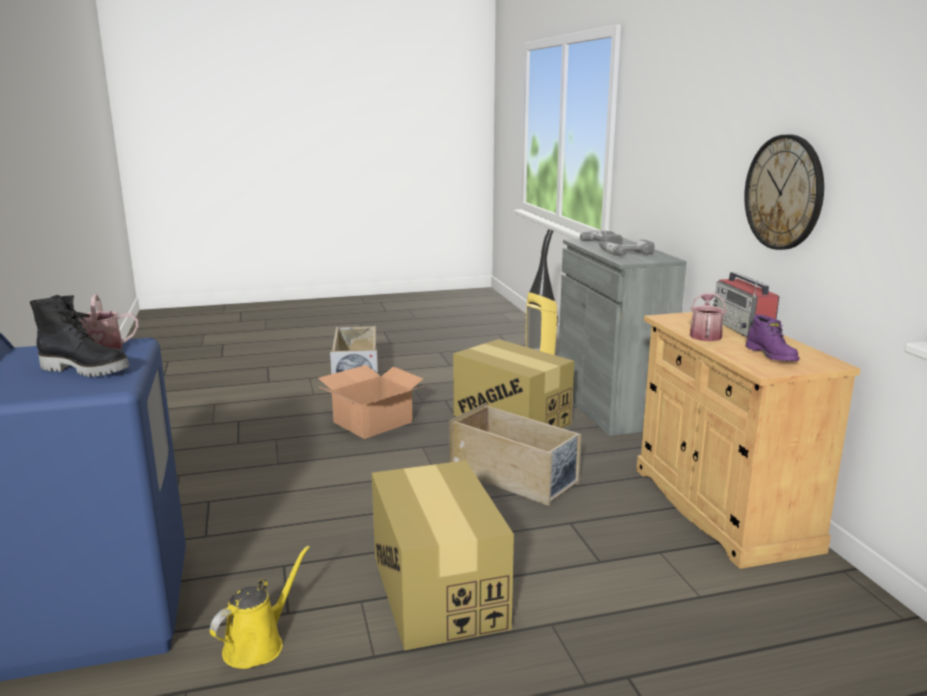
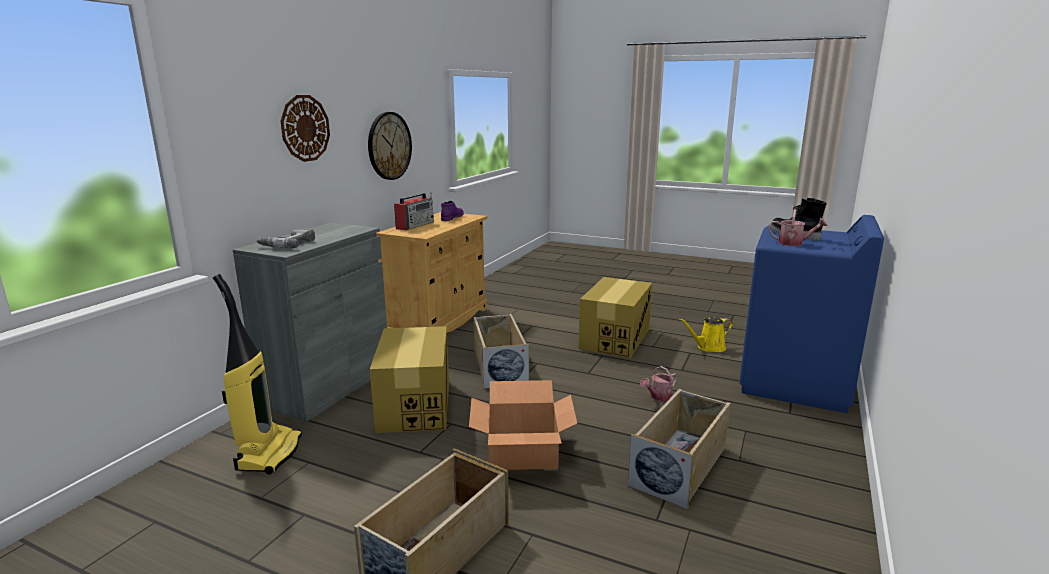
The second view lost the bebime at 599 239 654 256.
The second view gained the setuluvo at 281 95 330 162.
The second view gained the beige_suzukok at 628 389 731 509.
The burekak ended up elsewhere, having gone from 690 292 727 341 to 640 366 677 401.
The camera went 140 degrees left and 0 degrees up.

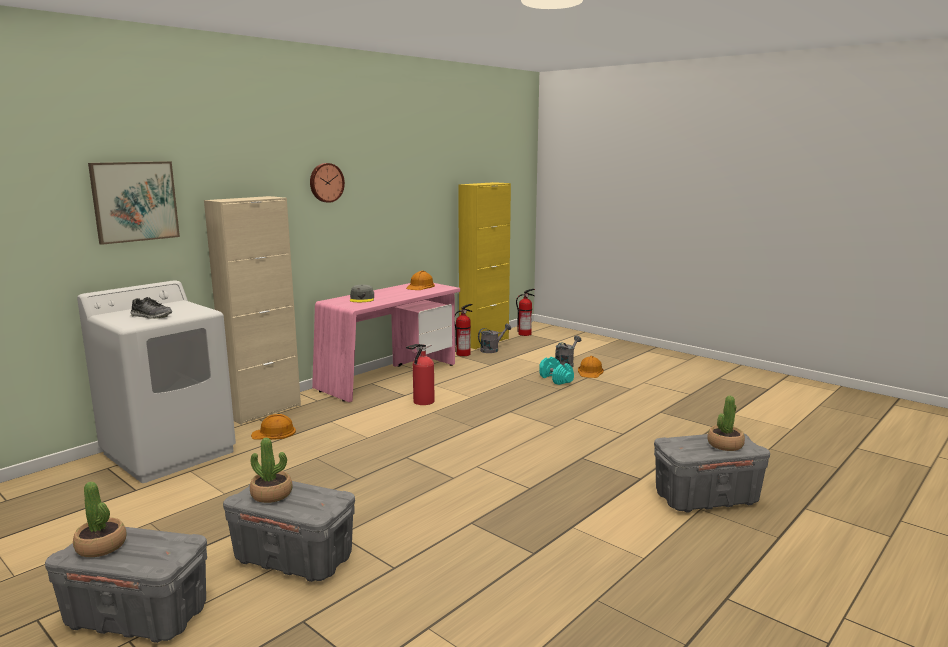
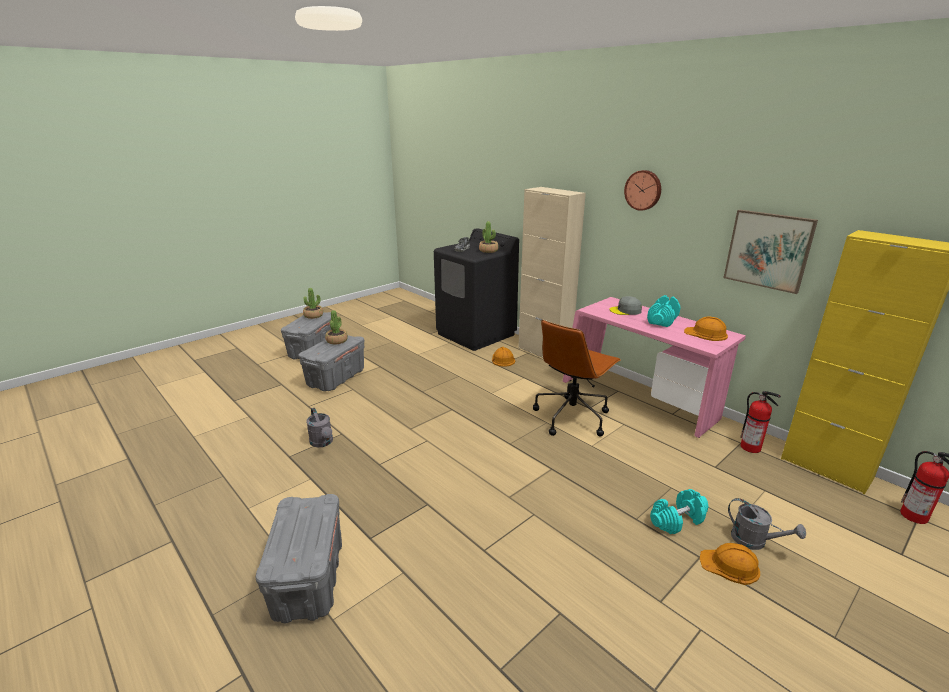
The second view gained the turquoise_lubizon at 647 295 681 327.
The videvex ended up elsewhere, having gone from 88 161 180 245 to 723 210 818 294.
The grey_burekak ended up elsewhere, having gone from 478 323 511 353 to 306 408 333 447.
The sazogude ended up elsewhere, having gone from 707 396 745 451 to 479 221 499 253.
Where the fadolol stood at 406 344 435 405, the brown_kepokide came to stand at 533 320 621 436.
What was the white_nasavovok at 77 280 236 483 turned into the black_nasavovok at 434 228 519 351.
The camera went 95 degrees right and 10 degrees up.

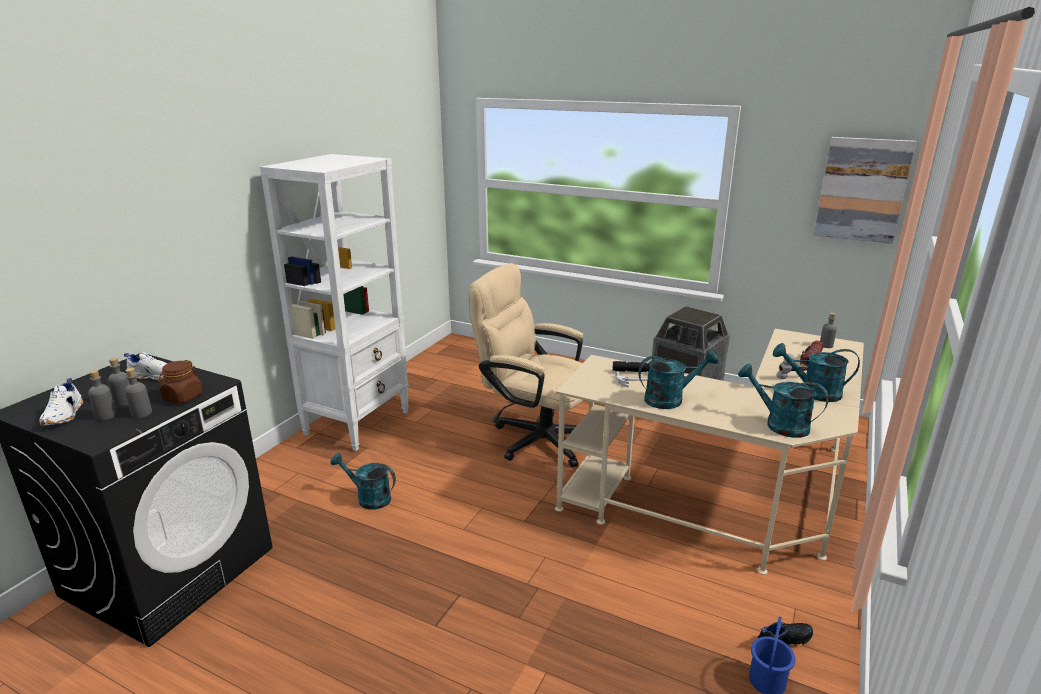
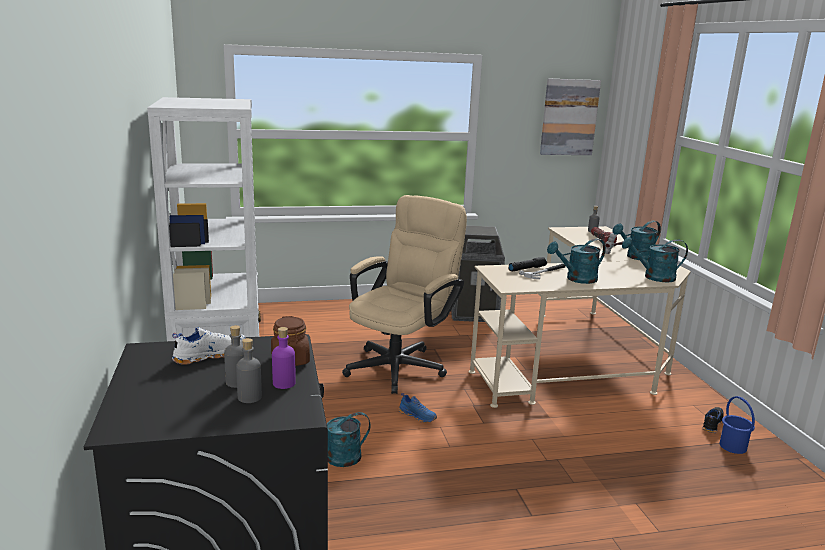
The second view lost the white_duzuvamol at 39 378 83 426.
The second view gained the blue_duzuvamol at 399 393 437 423.
What was the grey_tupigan at 125 368 152 418 turned into the purple_tupigan at 272 327 296 389.
The beige_kepokide at 468 263 583 467 ended up facing another way, 135 degrees clockwise from before.
The turquoise_burekak at 638 350 719 409 ended up facing another way, 150 degrees counterclockwise from before.
The camera went 40 degrees left and 5 degrees down.

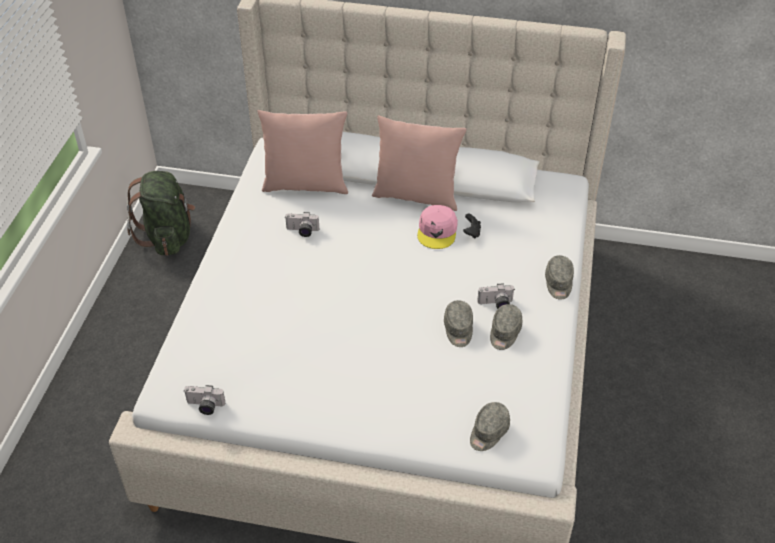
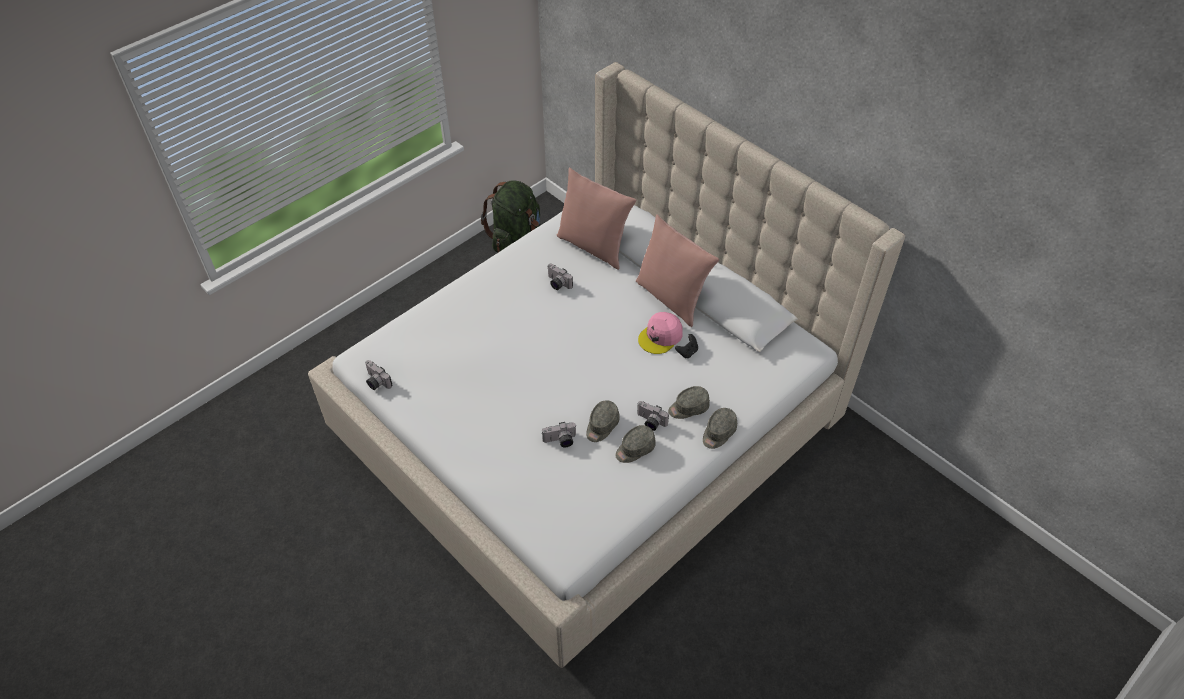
The second view gained the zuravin at 542 422 577 447.
The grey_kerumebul ended up elsewhere, having gone from 470 402 510 451 to 668 386 710 419.
The camera went 35 degrees right and 5 degrees up.

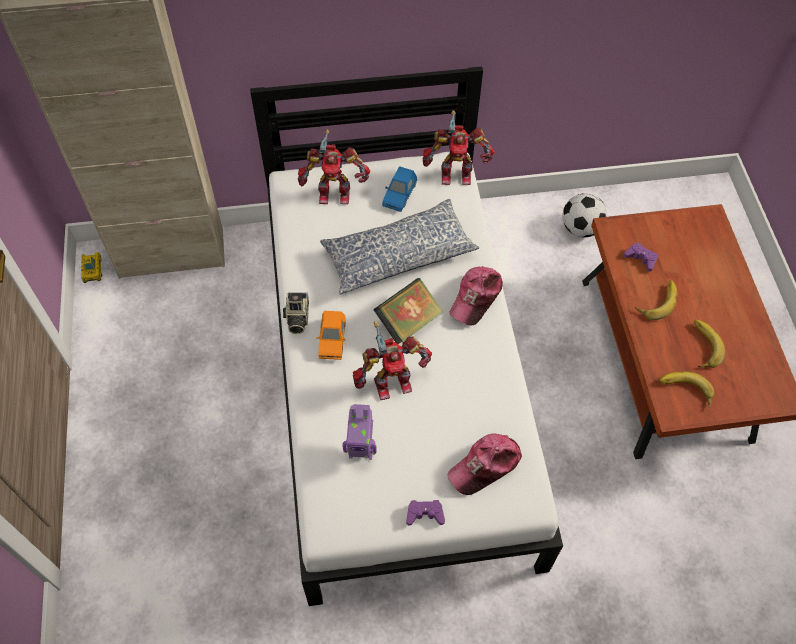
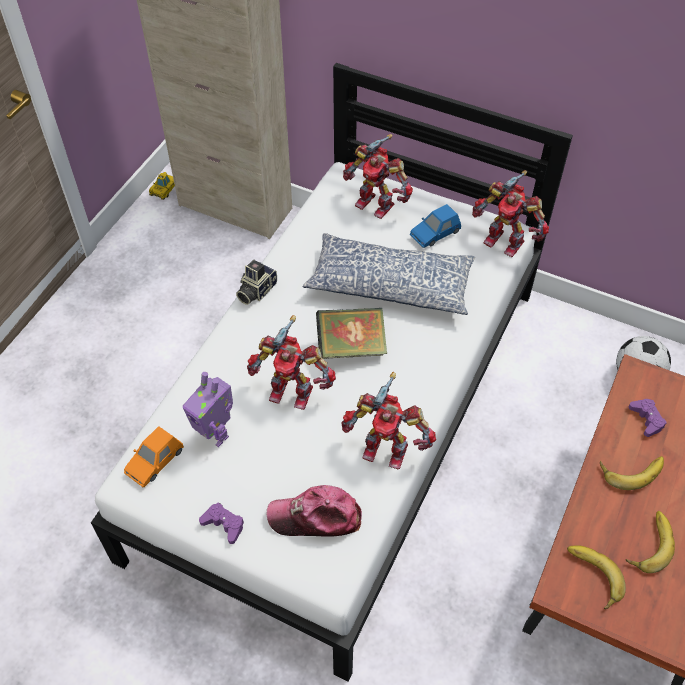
The second view lost the kerumebul at 449 266 503 326.
The second view gained the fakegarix at 342 372 436 470.
The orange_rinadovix ended up elsewhere, having gone from 316 311 346 360 to 124 426 184 487.
The camera went 35 degrees right and 5 degrees down.

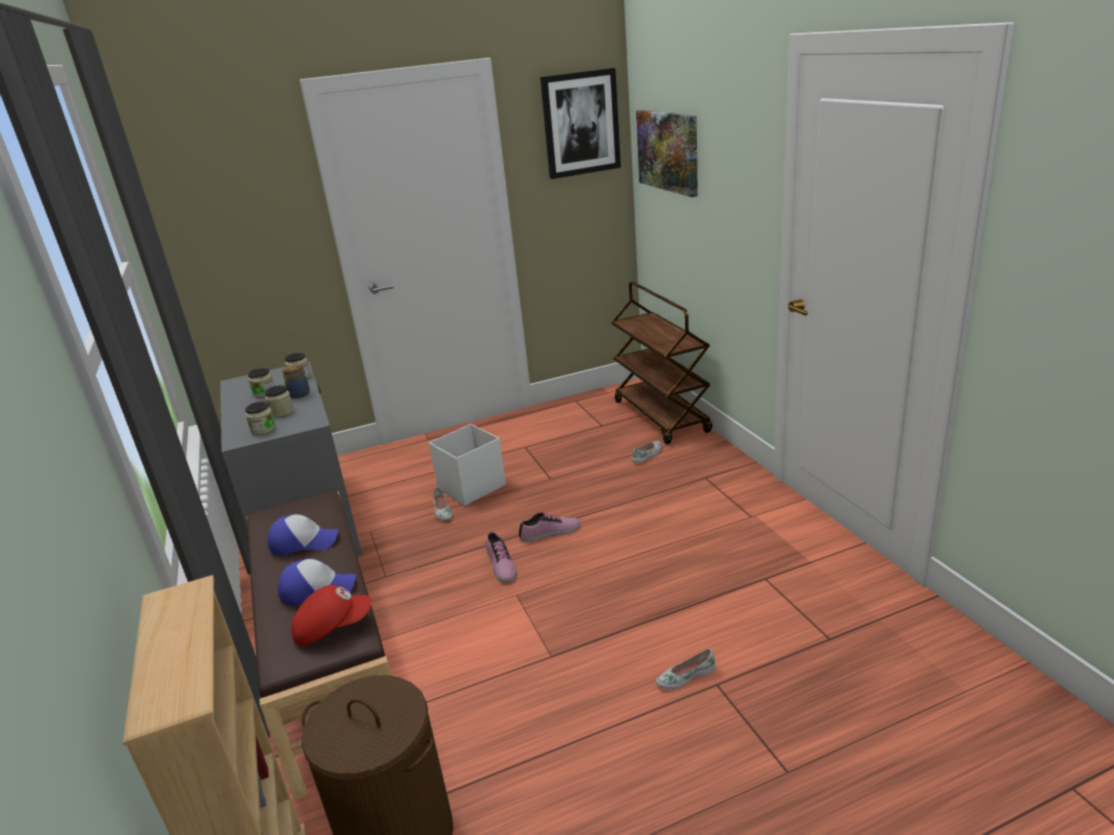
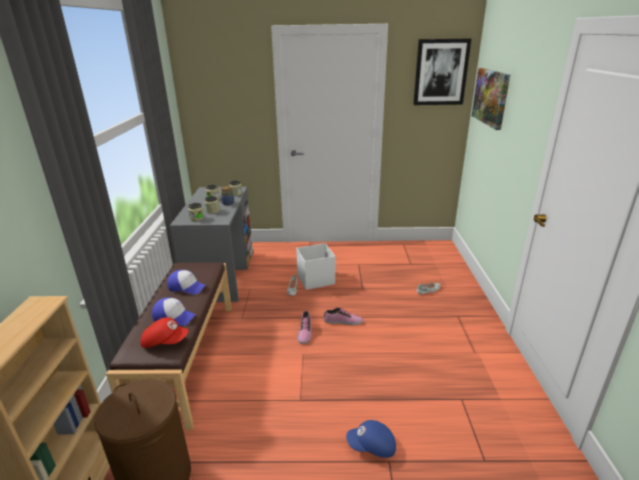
The second view lost the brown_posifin at 611 281 712 444.
Where the white_duzuvamol stood at 656 649 716 690, the blue_kerumebul came to stand at 346 420 396 458.
The camera went 20 degrees right and 0 degrees up.

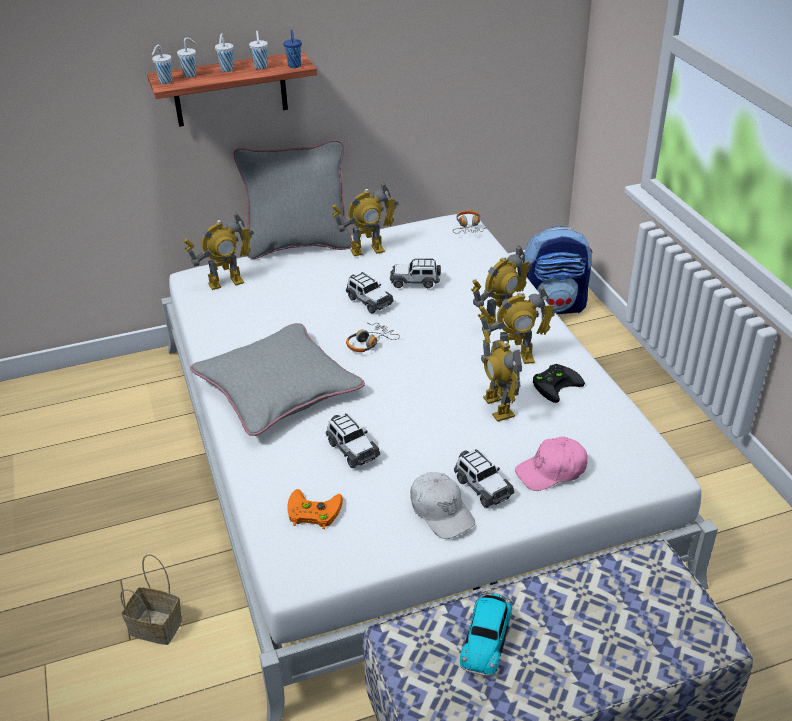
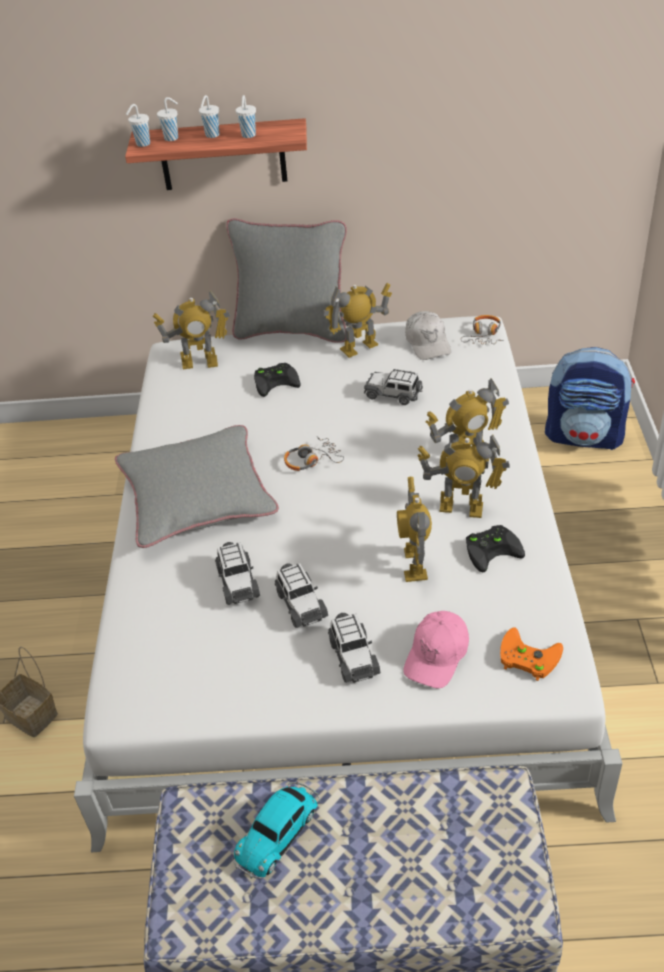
The second view lost the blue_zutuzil at 283 30 302 68.
The second view gained the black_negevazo at 254 363 301 397.
The orange_negevazo ended up elsewhere, having gone from 287 489 343 529 to 500 627 563 681.
The rinadovix ended up elsewhere, having gone from 346 272 394 314 to 275 563 328 628.
The white_kerumebul ended up elsewhere, having gone from 410 472 475 539 to 405 311 451 360.
The fakegarix at 332 182 399 256 ended up facing another way, 150 degrees clockwise from before.
The pink_kerumebul at 515 436 588 491 ended up facing another way, 60 degrees counterclockwise from before.
The camera went 20 degrees right and 5 degrees up.

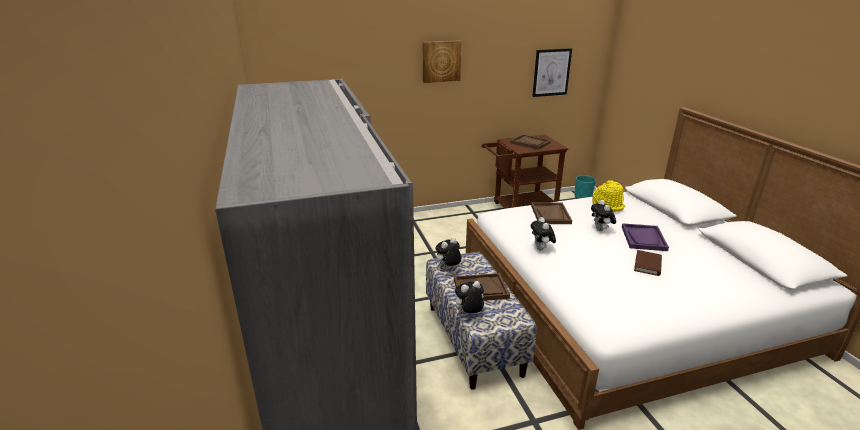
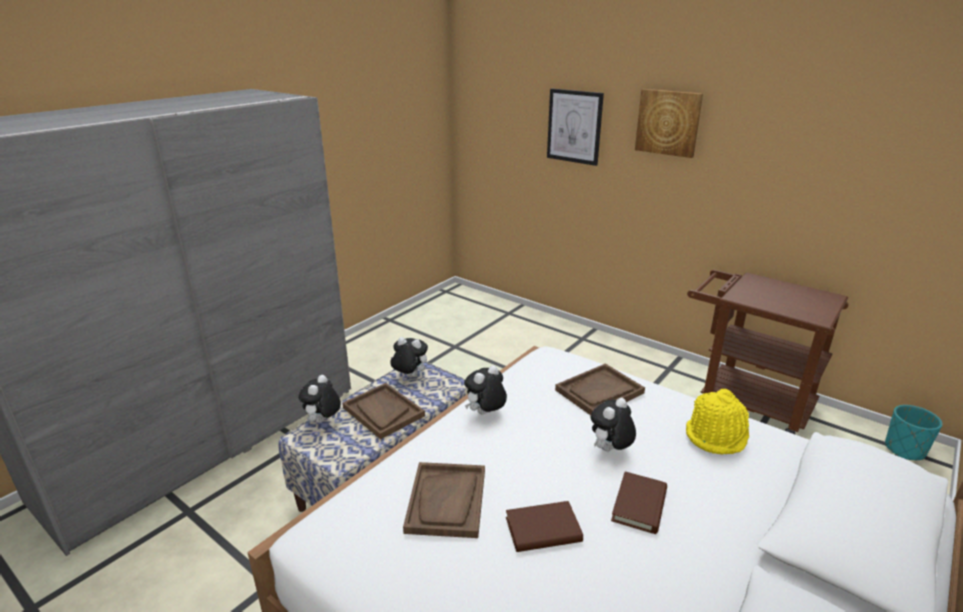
The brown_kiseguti ended up elsewhere, having gone from 510 134 551 150 to 403 462 485 538.
The videvex ended up elsewhere, having gone from 532 48 572 97 to 547 88 604 166.
Where the purple_kiseguti stood at 622 223 669 251, the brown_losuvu came to stand at 611 471 667 534.
The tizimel at 453 281 484 314 ended up facing another way, 105 degrees counterclockwise from before.
The camera went 55 degrees right and 0 degrees up.

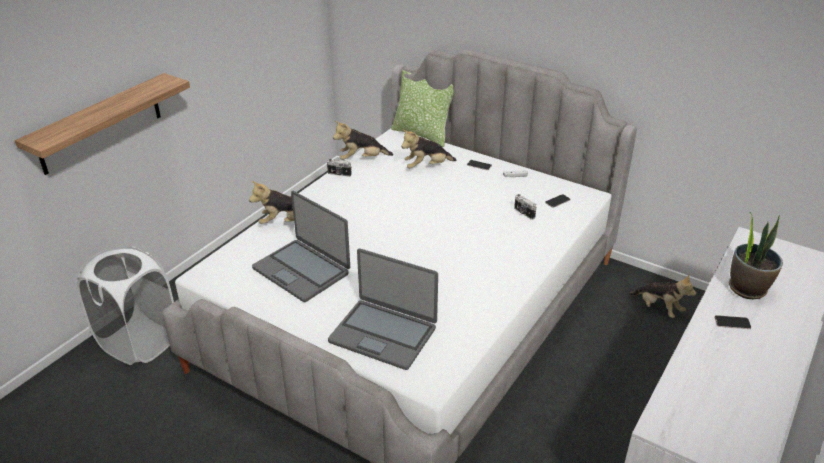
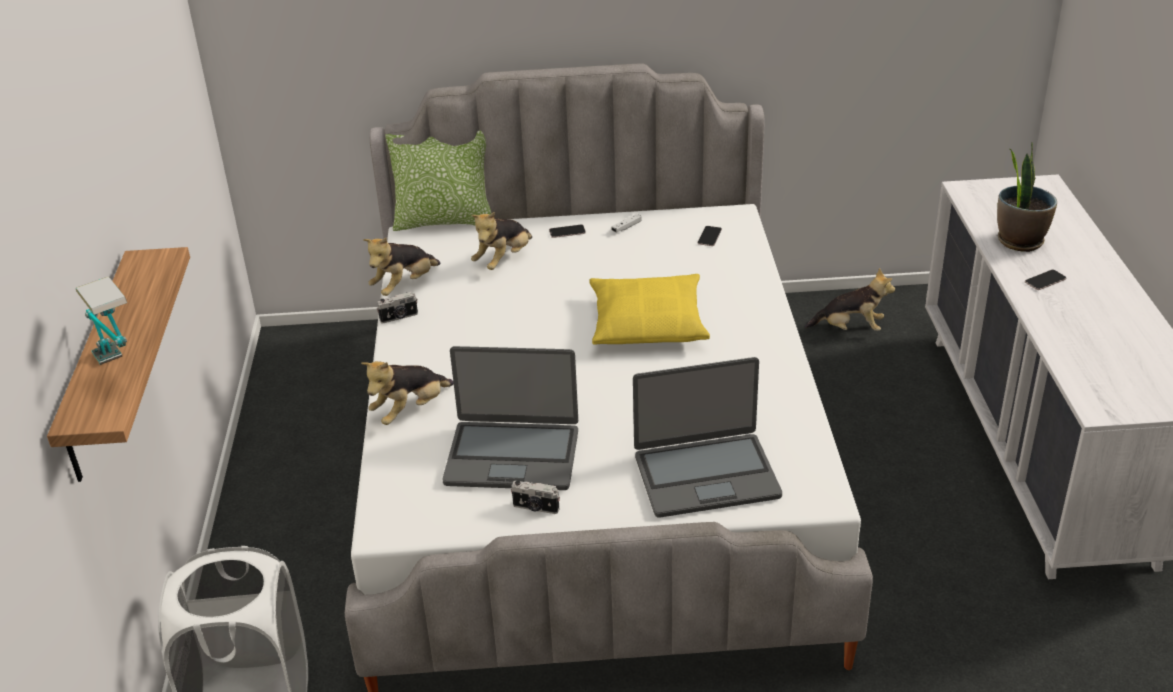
The second view gained the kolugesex at 76 276 127 365.
The second view gained the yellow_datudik at 589 274 710 345.
The zuravin ended up elsewhere, having gone from 514 194 536 220 to 511 480 560 514.
The camera went 35 degrees left and 0 degrees up.

